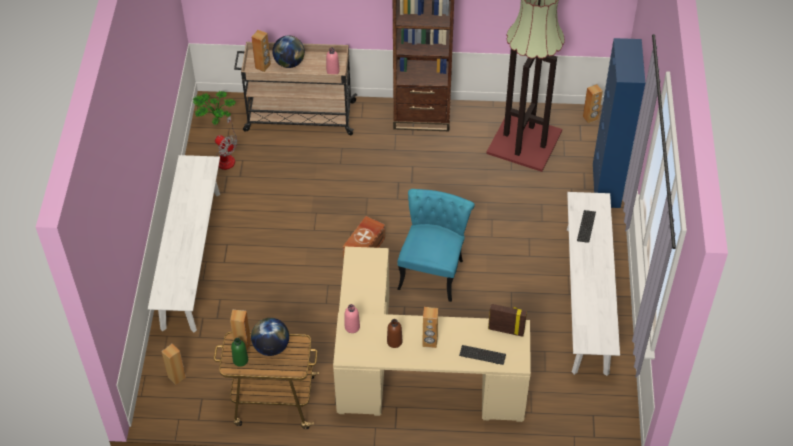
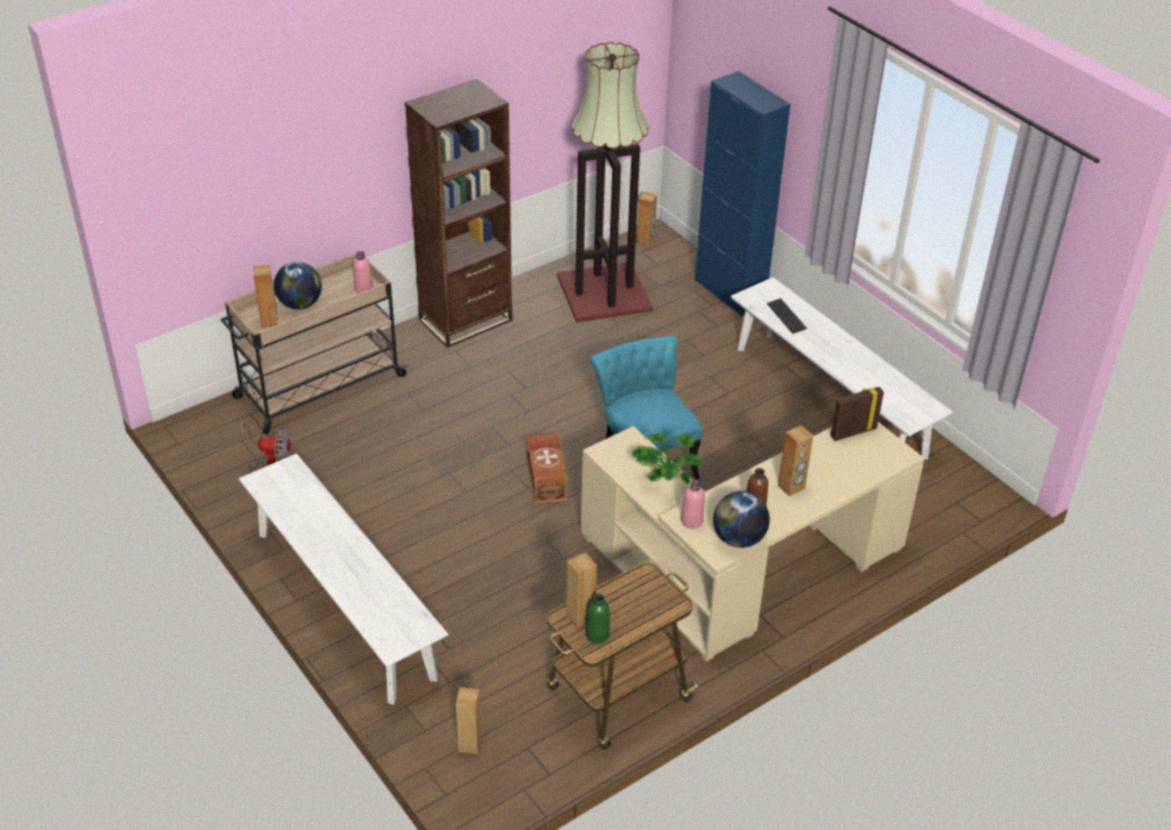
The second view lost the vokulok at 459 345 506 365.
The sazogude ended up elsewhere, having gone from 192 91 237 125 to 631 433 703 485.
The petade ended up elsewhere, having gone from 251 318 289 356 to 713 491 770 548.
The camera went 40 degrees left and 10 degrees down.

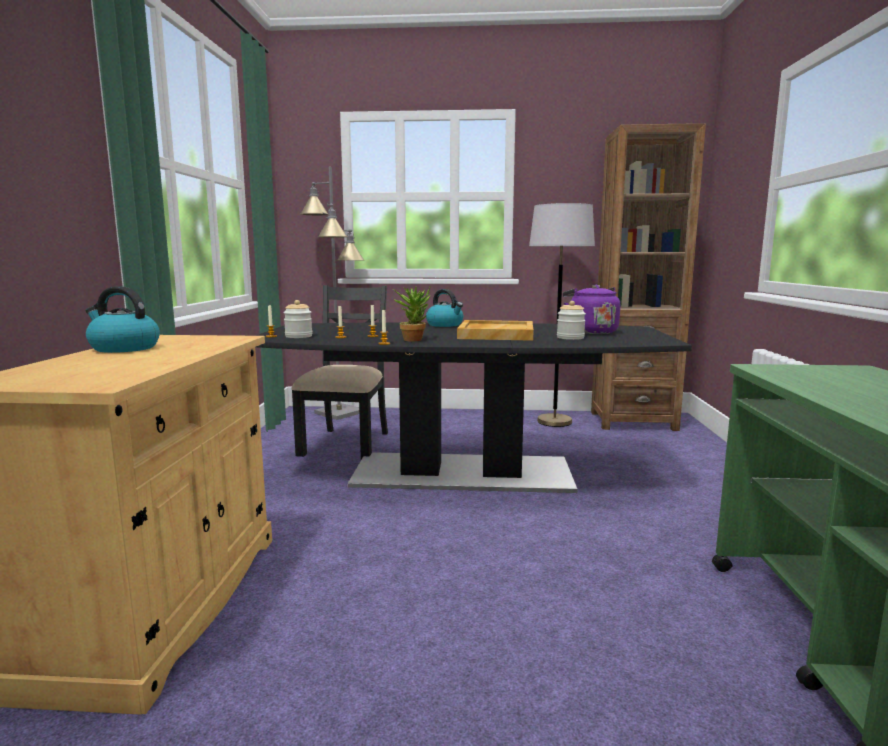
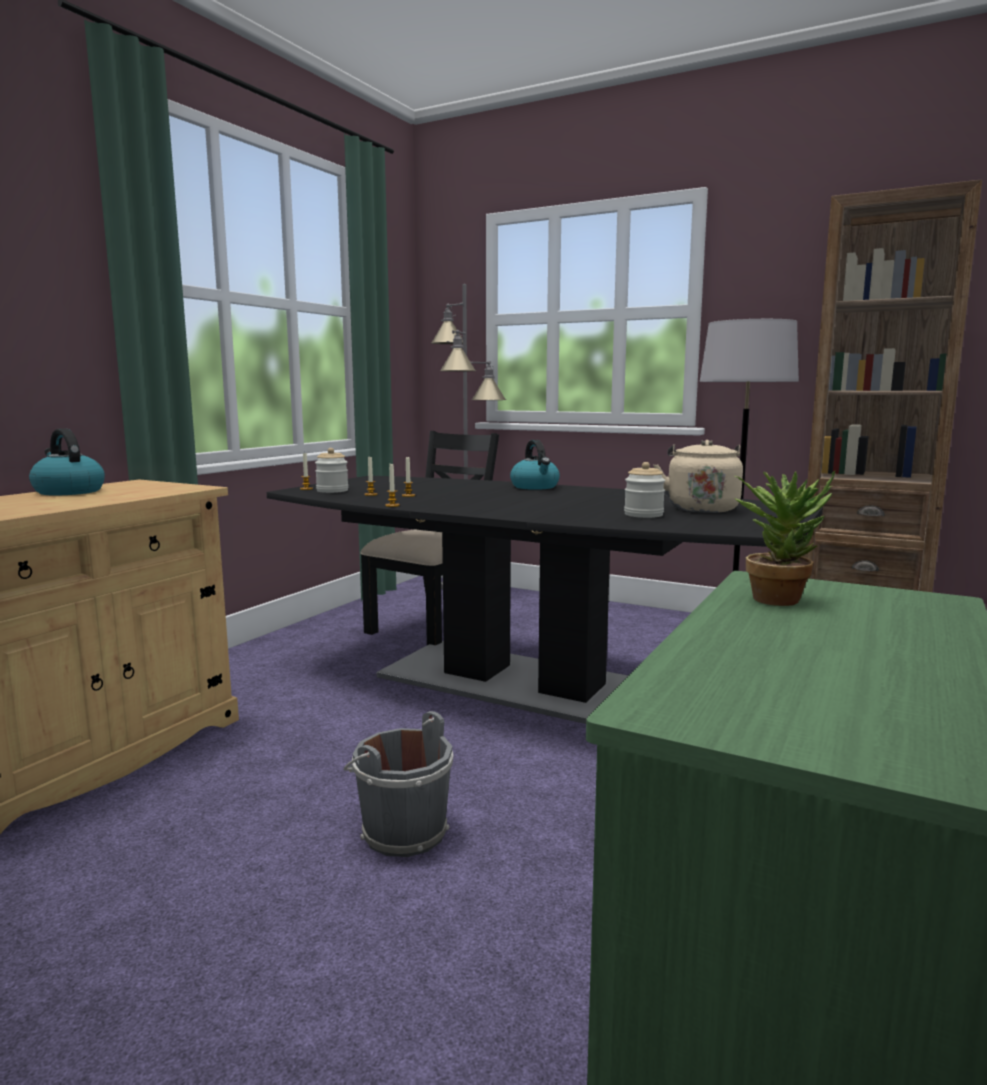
The second view lost the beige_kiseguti at 457 320 533 341.
The second view gained the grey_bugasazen at 344 711 453 857.
The sazogude ended up elsewhere, having gone from 393 285 431 342 to 735 471 835 606.
What was the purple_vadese at 563 285 620 334 turned into the beige_vadese at 653 440 743 513.
The camera went 25 degrees right and 0 degrees up.

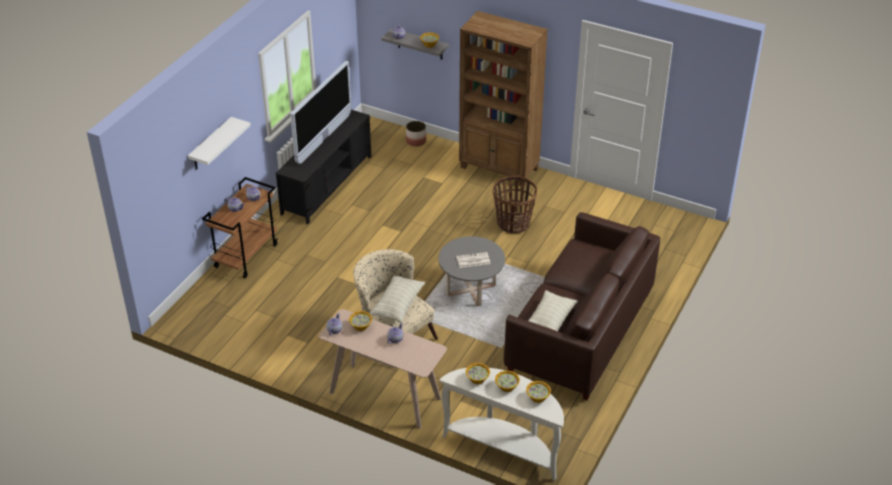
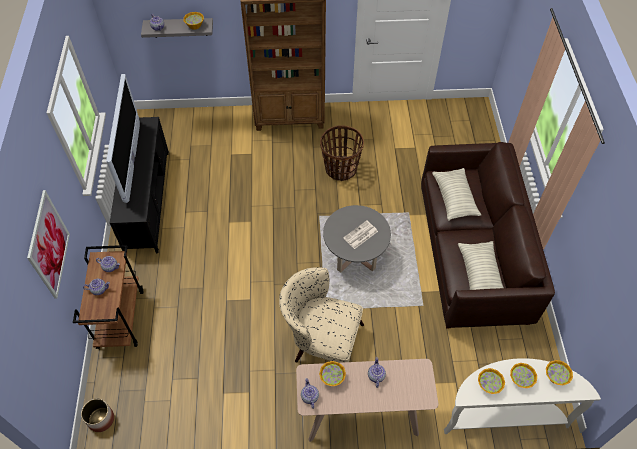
The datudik ended up elsewhere, having gone from 369 276 425 323 to 432 168 481 221.
The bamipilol ended up elsewhere, having gone from 406 121 426 147 to 81 399 114 432.
Where the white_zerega hung at 188 117 251 170, the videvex came to hang at 27 190 70 299.
The camera went 30 degrees left and 15 degrees up.

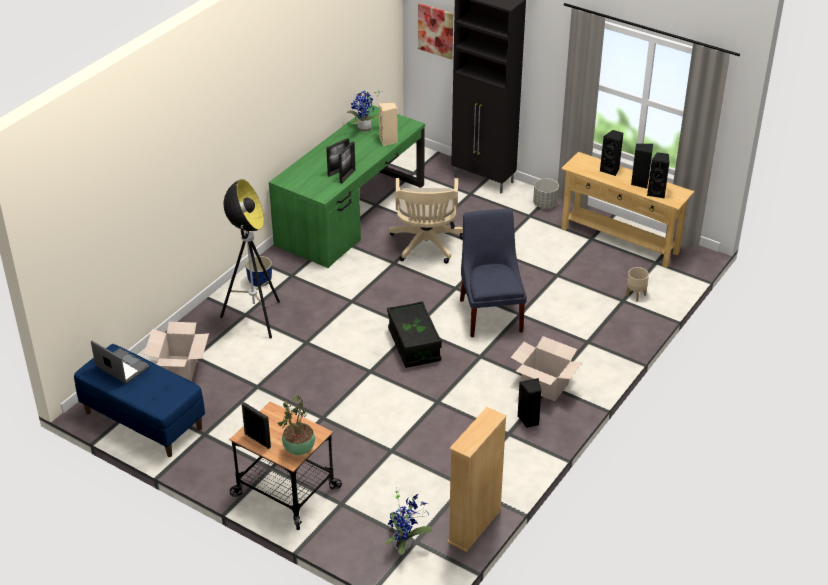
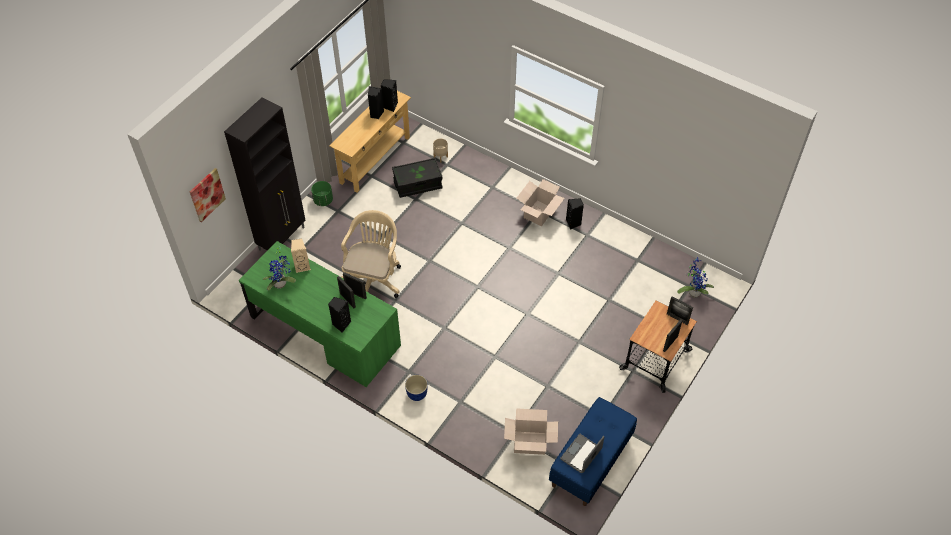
The second view lost the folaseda at 220 179 280 339.
The second view lost the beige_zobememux at 447 407 507 552.
The second view lost the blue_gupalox at 460 209 527 337.
The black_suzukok ended up elsewhere, having gone from 387 301 442 368 to 392 157 443 198.
The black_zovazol ended up elsewhere, having gone from 600 130 623 176 to 328 297 351 333.
Where the sazogude stood at 278 395 315 455, the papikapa came to stand at 667 296 693 325.
What was the grey_bamipilol at 533 178 559 209 turned into the green_bamipilol at 311 181 333 206.
The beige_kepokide at 389 178 463 264 ended up facing another way, 75 degrees counterclockwise from before.
The camera went 90 degrees left and 15 degrees up.

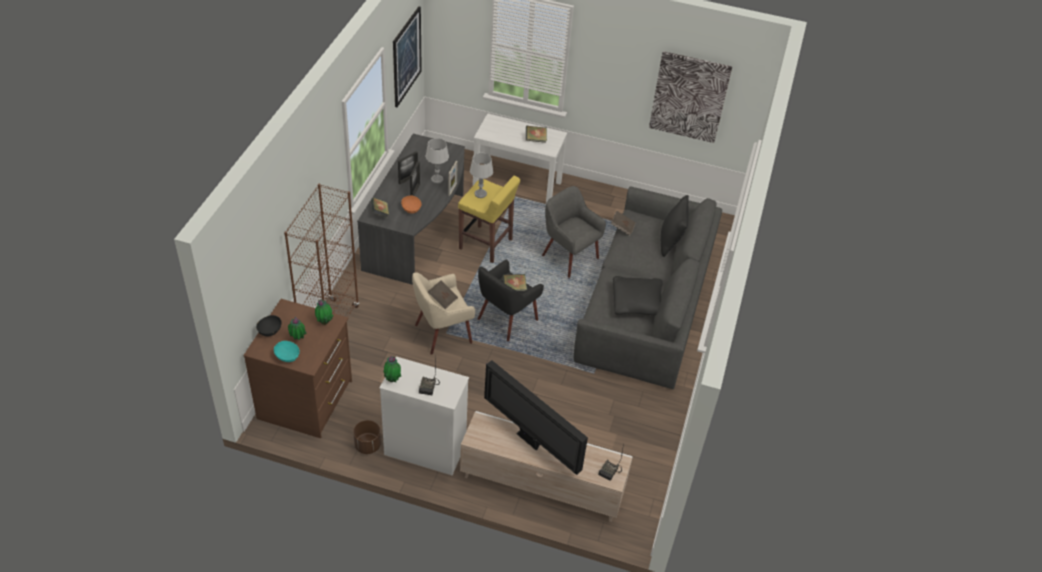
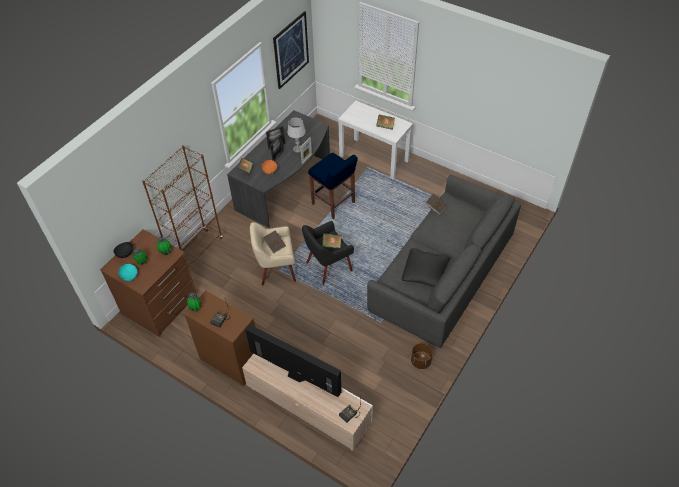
The second view lost the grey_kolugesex at 470 153 493 198.
The second view lost the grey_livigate at 542 186 606 278.
The second view lost the videvex at 649 51 732 143.
The second view lost the black_datudik at 661 195 689 257.
The brown_bamipilol ended up elsewhere, having gone from 353 420 381 454 to 411 343 433 369.
What was the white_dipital at 379 356 469 475 turned into the brown_dipital at 184 291 255 386.
What was the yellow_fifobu at 458 176 520 263 turned into the blue_fifobu at 308 153 358 219.
The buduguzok at 484 360 588 475 ended up facing another way, 150 degrees clockwise from before.
The camera went 20 degrees right and 5 degrees up.

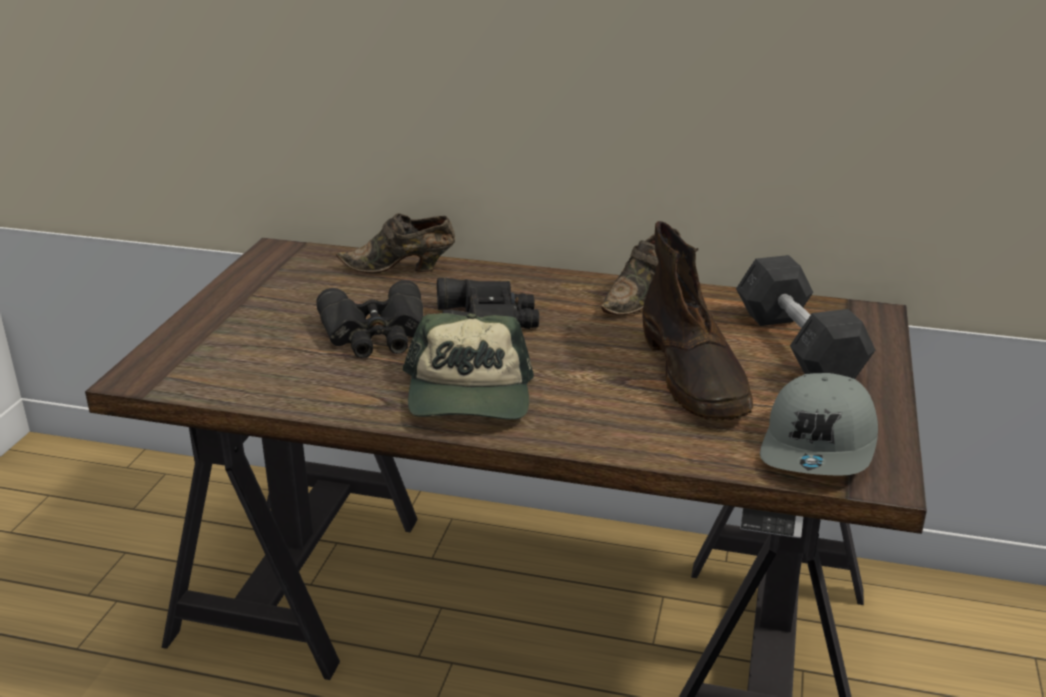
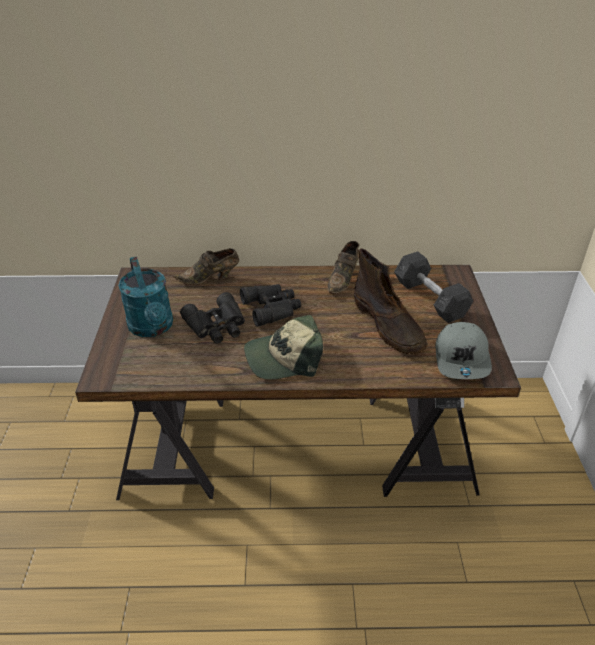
The second view gained the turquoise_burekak at 118 256 173 337.
The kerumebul at 403 313 534 420 ended up facing another way, 90 degrees clockwise from before.
The camera went 15 degrees left and 10 degrees up.

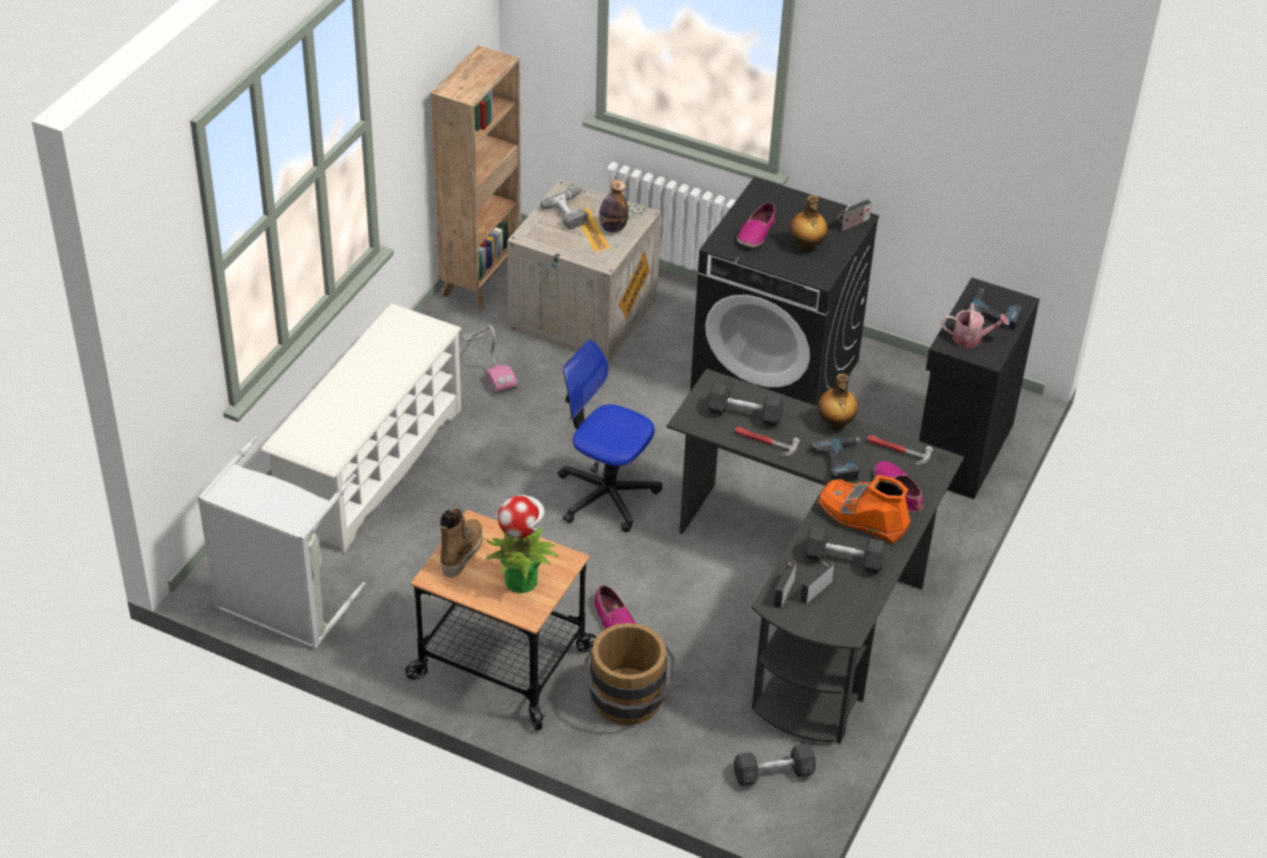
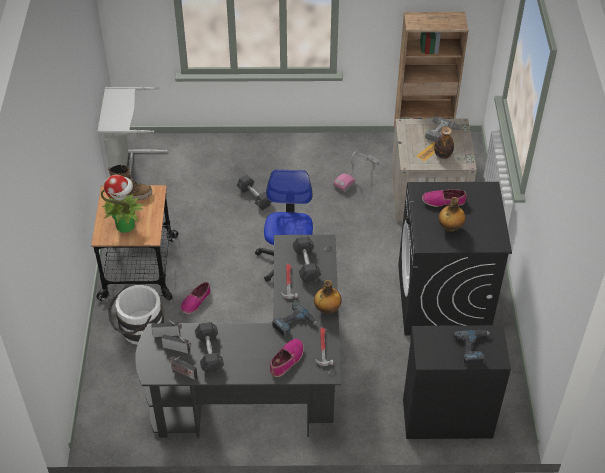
The second view lost the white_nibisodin at 261 303 462 553.
The second view lost the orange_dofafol at 817 475 911 544.
The second view lost the burekak at 941 303 1009 348.
The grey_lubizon ended up elsewhere, having gone from 734 743 816 786 to 237 175 271 210.
The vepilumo ended up elsewhere, having gone from 837 199 872 231 to 169 356 198 380.
What was the brown_bugasazen at 584 623 675 725 turned into the white_bugasazen at 108 285 164 345.
The camera went 65 degrees right and 5 degrees up.

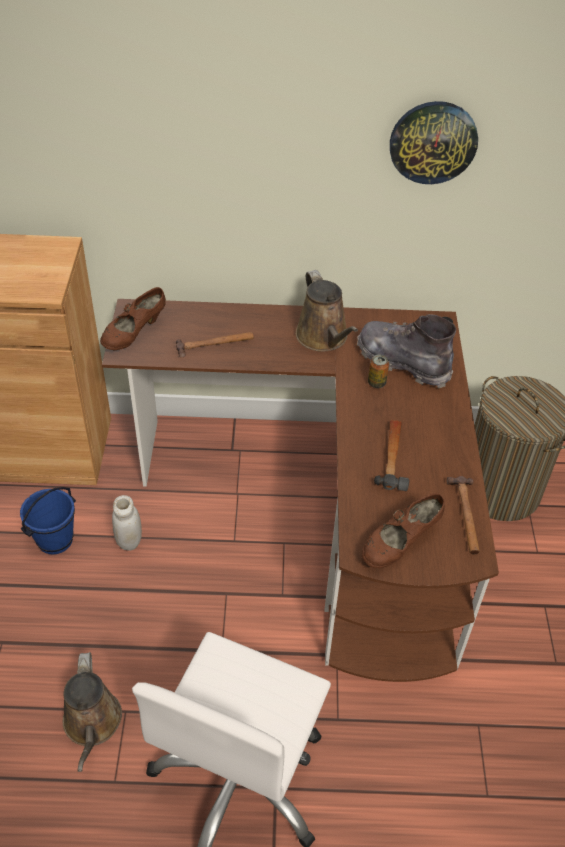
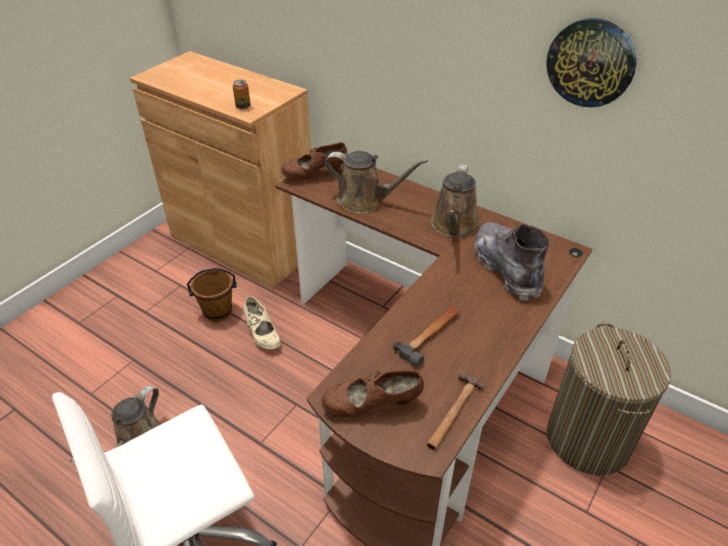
The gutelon ended up elsewhere, having gone from 368 355 389 388 to 233 80 251 110.
Where the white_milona stood at 112 495 142 551, the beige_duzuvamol came to stand at 243 296 281 350.
Where the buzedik stood at 176 332 254 358, the brown_burekak came to stand at 325 151 428 214.
What was the blue_bugasazen at 20 487 76 554 turned into the brown_bugasazen at 187 268 236 321.
The camera went 35 degrees right and 5 degrees down.

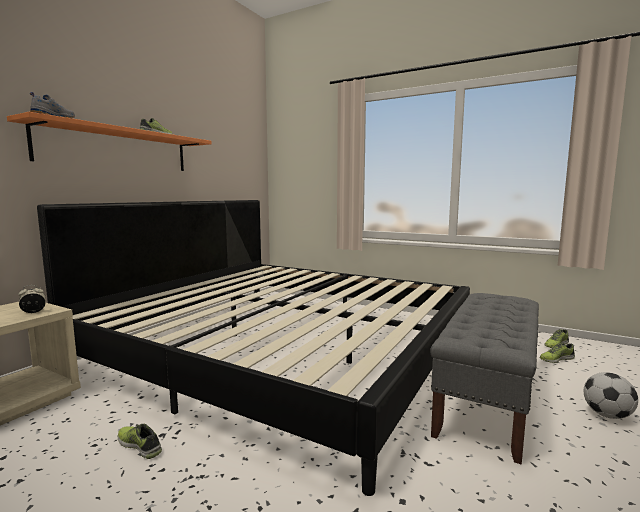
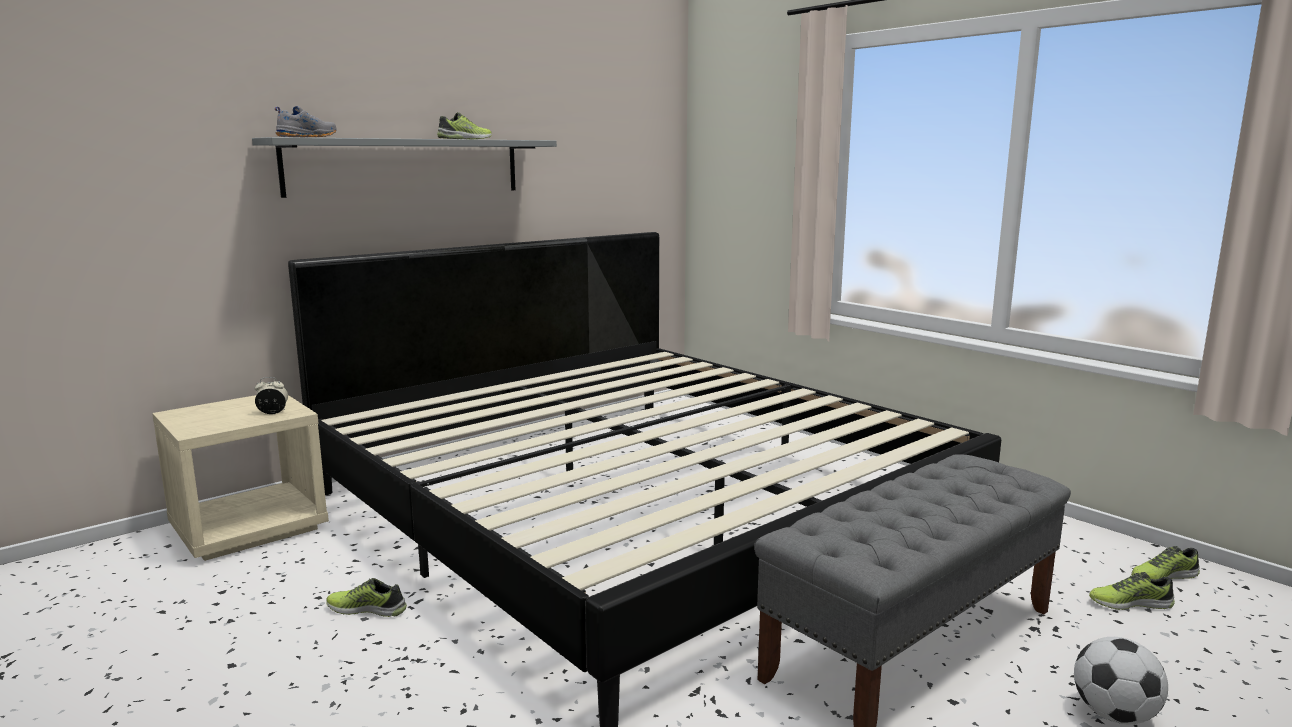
What was the orange_zerega at 7 112 212 171 turned into the grey_zerega at 252 137 557 198.
The duzuvamol at 118 424 162 459 ended up facing another way, 45 degrees counterclockwise from before.
The camera went 20 degrees right and 5 degrees up.

